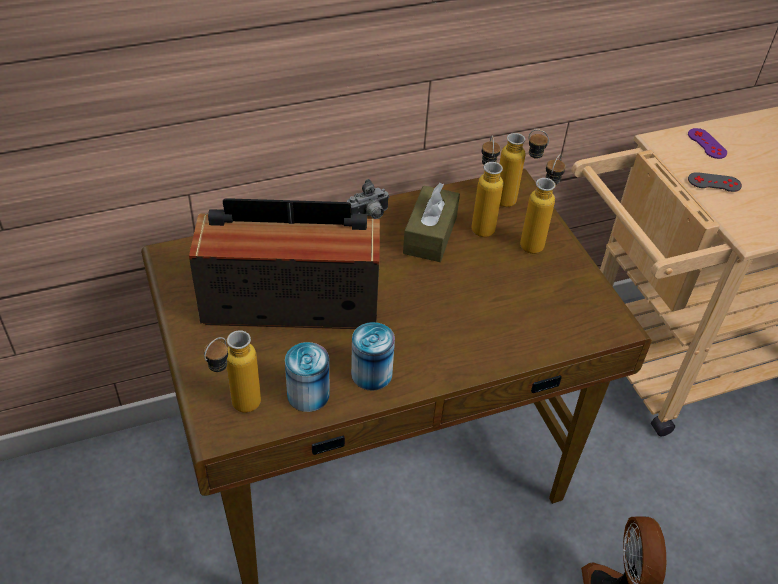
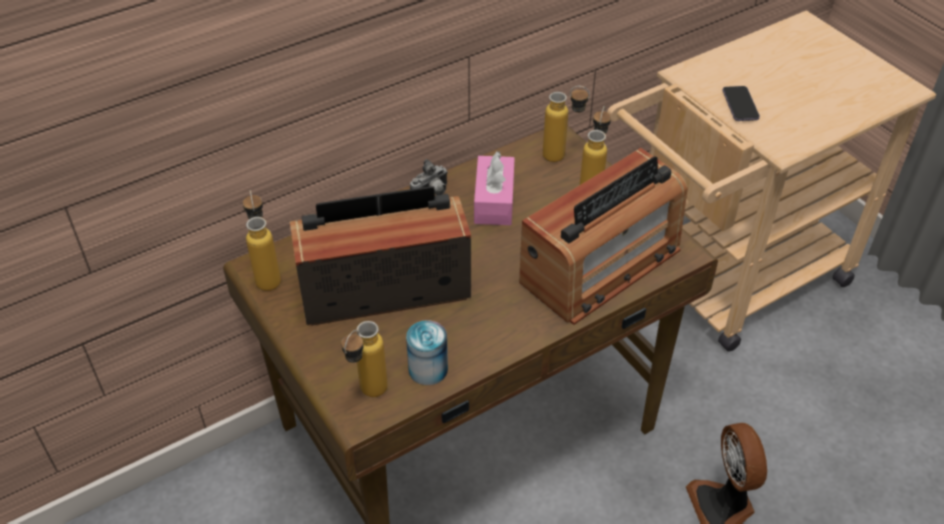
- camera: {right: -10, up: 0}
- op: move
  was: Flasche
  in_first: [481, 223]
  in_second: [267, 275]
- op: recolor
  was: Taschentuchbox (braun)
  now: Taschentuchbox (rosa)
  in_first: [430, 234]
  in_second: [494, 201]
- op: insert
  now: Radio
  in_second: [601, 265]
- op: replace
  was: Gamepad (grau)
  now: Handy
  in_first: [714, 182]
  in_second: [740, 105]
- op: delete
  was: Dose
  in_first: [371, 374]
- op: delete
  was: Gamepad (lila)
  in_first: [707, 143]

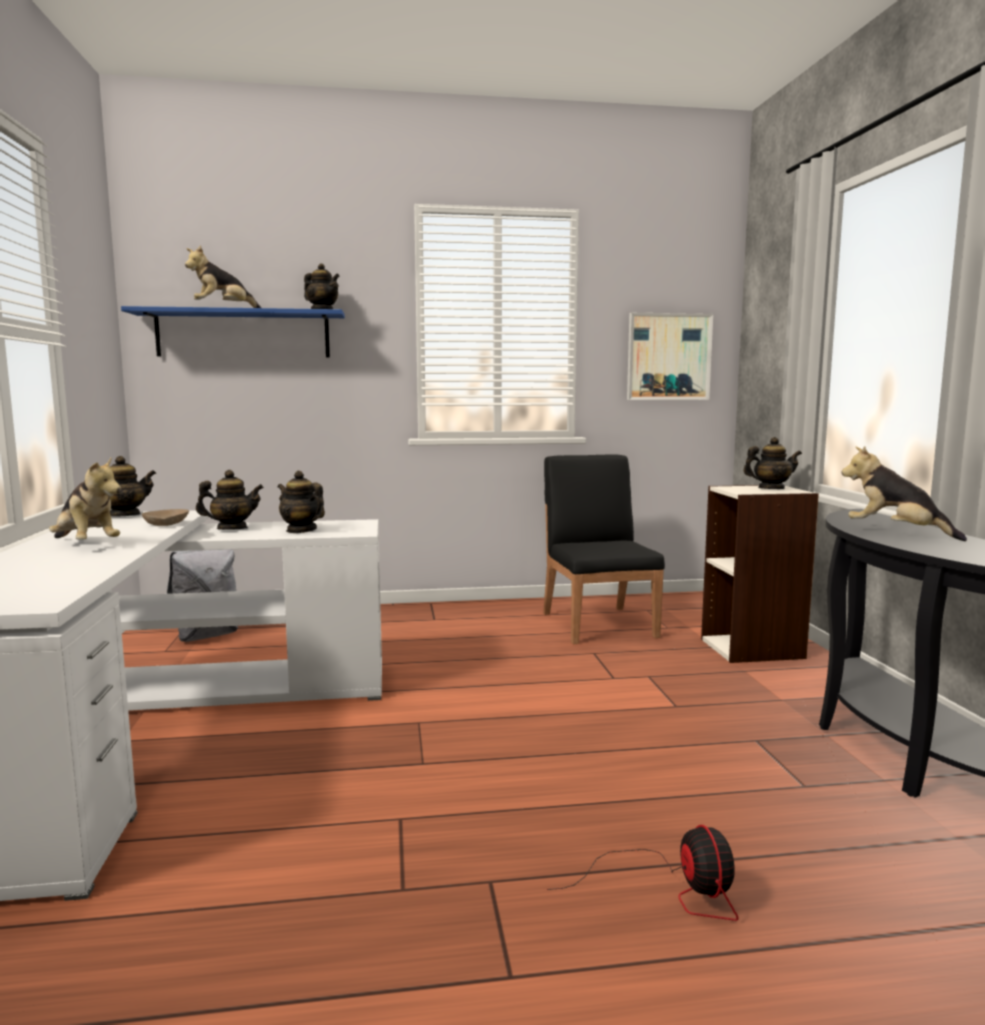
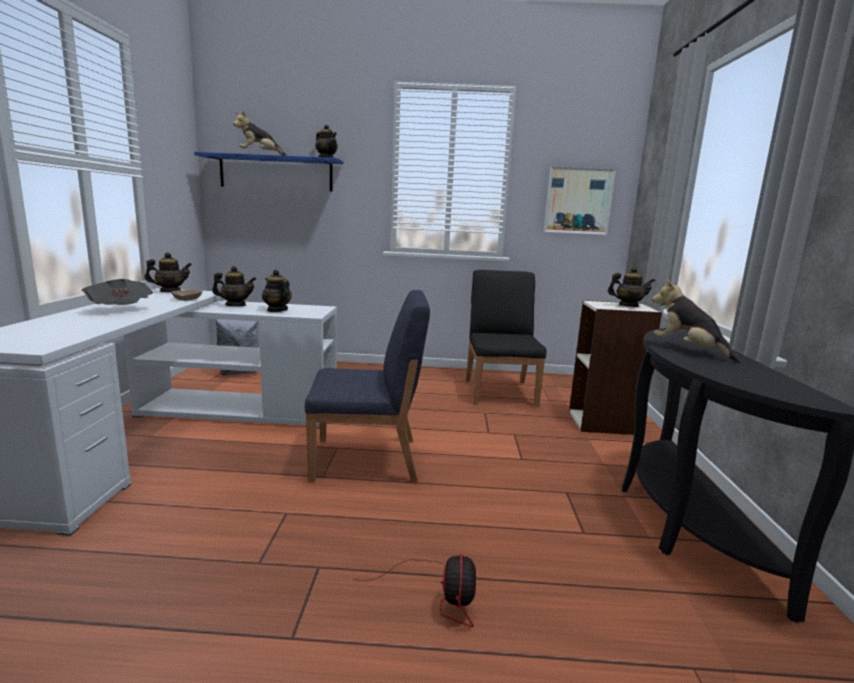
- camera: {right: 10, up: 5}
- op: replace
  was: Plüschtier
  now: Zeitung
  in_first: [86, 545]
  in_second: [121, 310]
- op: insert
  now: Stuhl (blau)
  in_second: [367, 460]

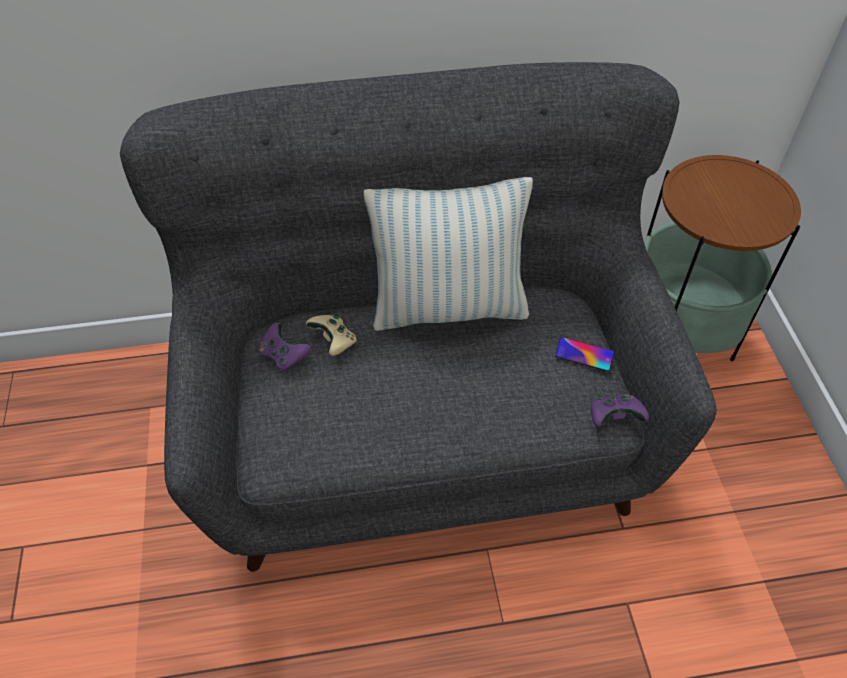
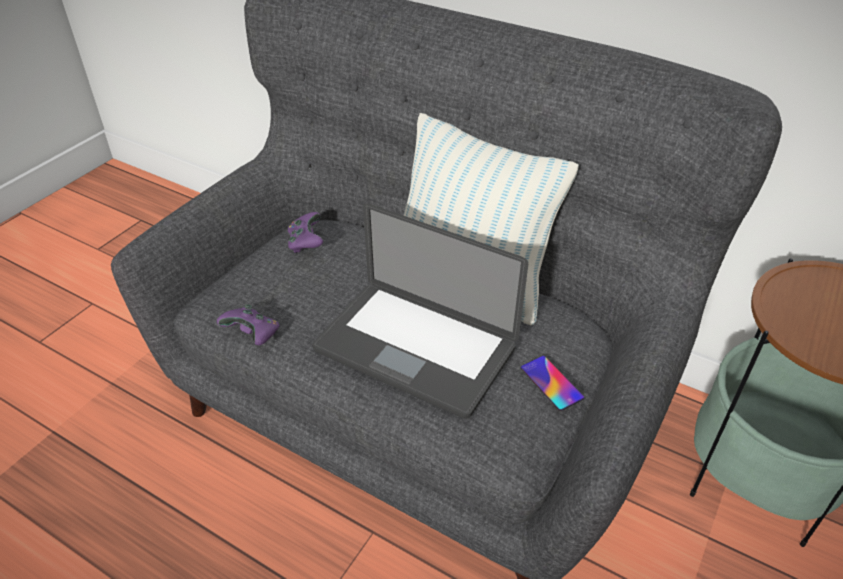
- camera: {right: 40, up: -10}
- op: move
  was: Gamepad (lila)
  in_first: [614, 417]
  in_second: [253, 335]
- op: insert
  now: Laptop
  in_second: [415, 349]
- op: delete
  was: Gamepad (beige)
  in_first: [334, 341]

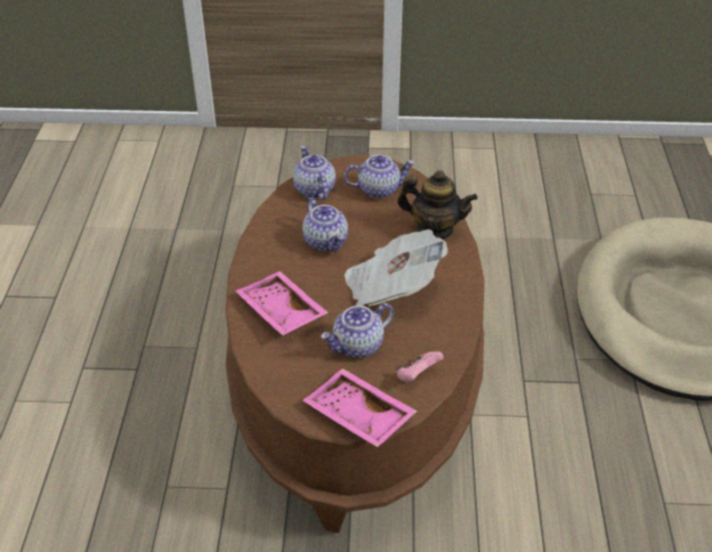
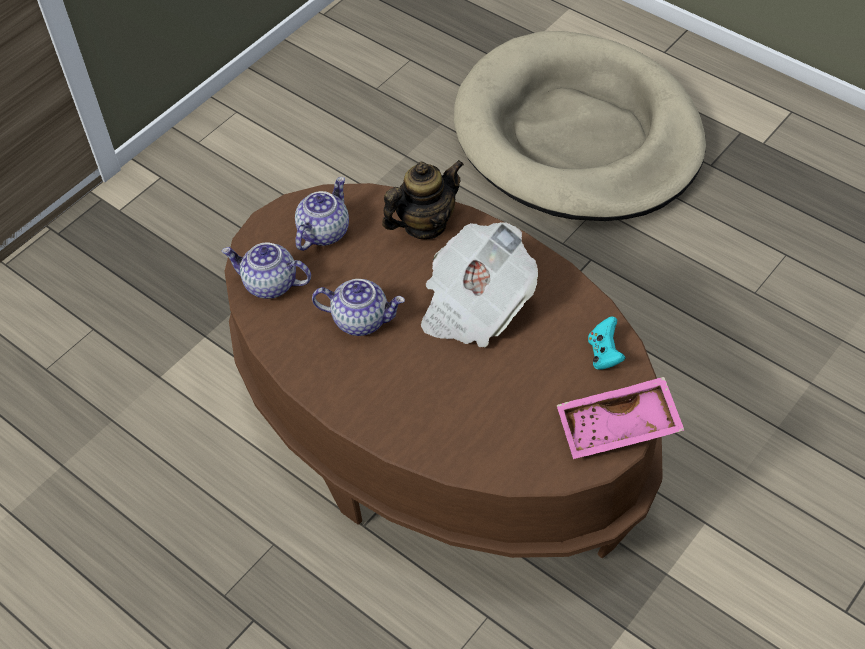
- camera: {right: -50, up: 10}
- op: recolor
  was: Gamepad (rosa)
  now: Gamepad (türkis)
  in_first: [417, 375]
  in_second: [604, 354]
- op: delete
  was: Tablett (rosa)
  in_first: [280, 312]
- op: delete
  was: Teekanne
  in_first: [358, 346]

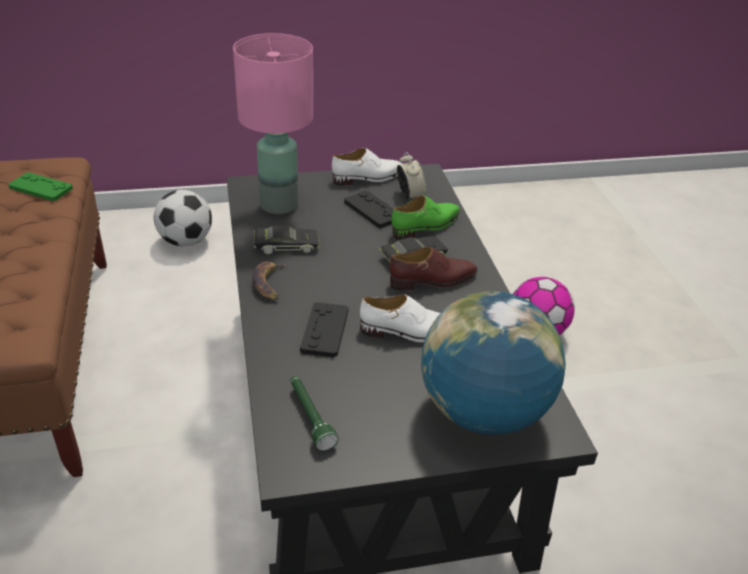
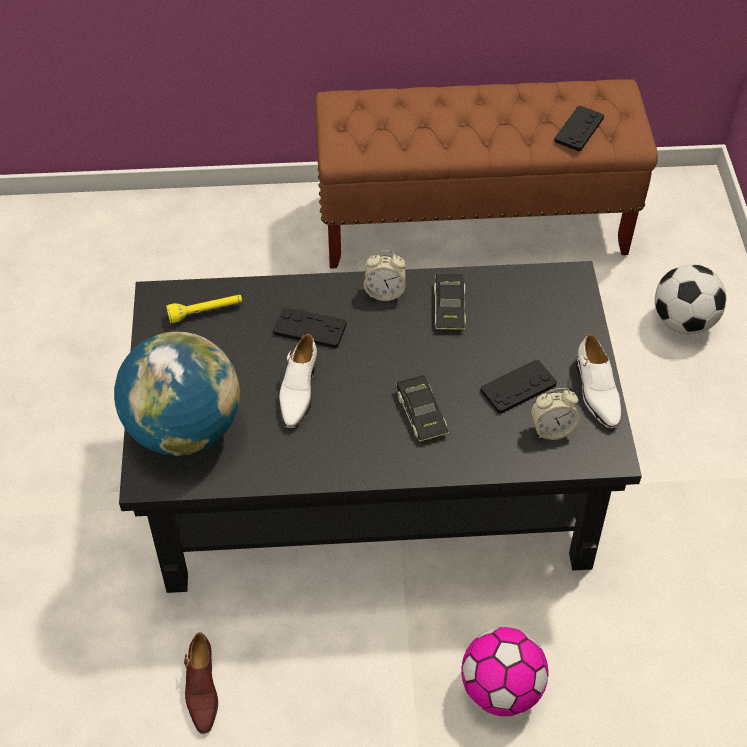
- camera: {right: 100, up: 15}
- op: recolor
  was: Taschenlampe (grün)
  now: Taschenlampe (gelb)
  in_first: [310, 417]
  in_second: [206, 312]
- op: move
  was: Schuh (braun)
  in_first: [433, 280]
  in_second: [202, 690]
- op: replace
  was: Banane
  now: Wecker
  in_first: [270, 284]
  in_second: [384, 292]
- op: recolor
  was: Gamepad (grün)
  now: Gamepad (schwarz)
  in_first: [41, 188]
  in_second: [579, 129]
- op: delete
  was: Tischlampe (rosa)
  in_first: [278, 204]
- op: delete
  was: Schuh (grün)
  in_first: [426, 226]

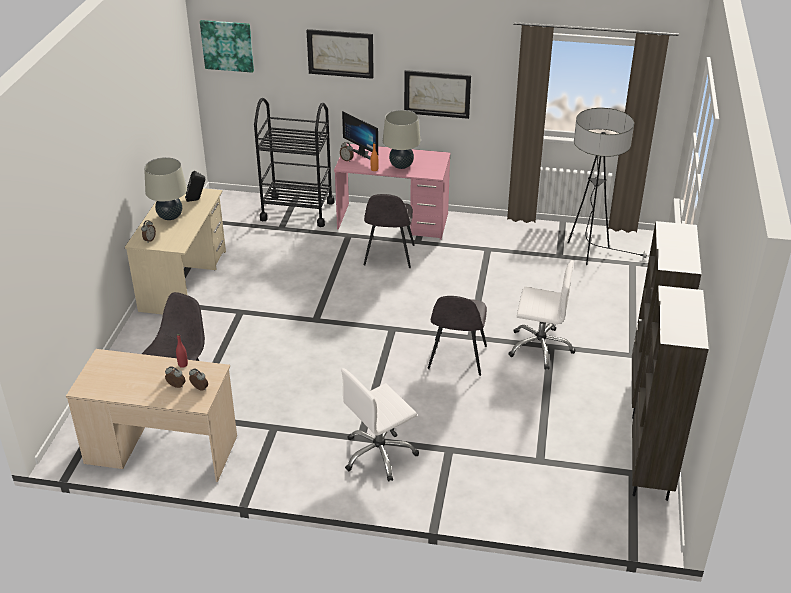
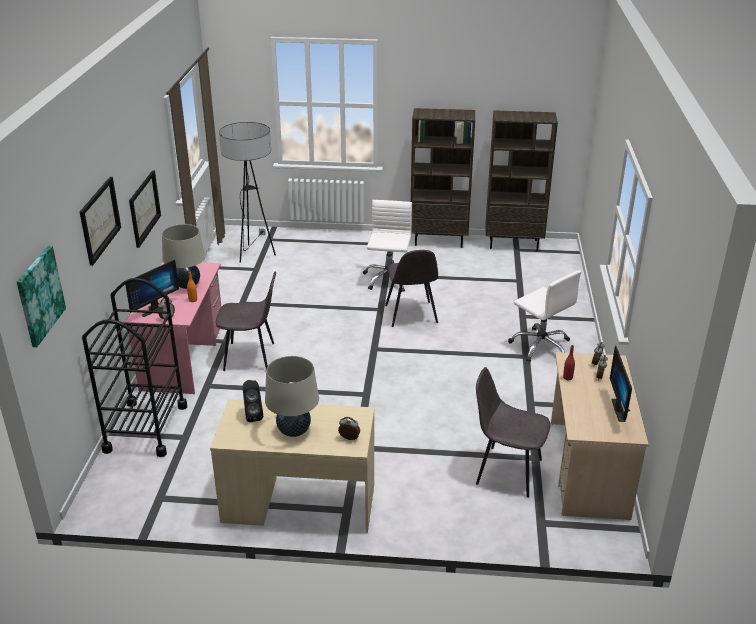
- camera: {right: -95, up: -5}
- op: rotate
  was: Stuhl (grau)
  in_first: [457, 358]
  in_second: [411, 315]
  clockwise: 75
- op: insert
  now: Monitor
  in_second: [622, 410]

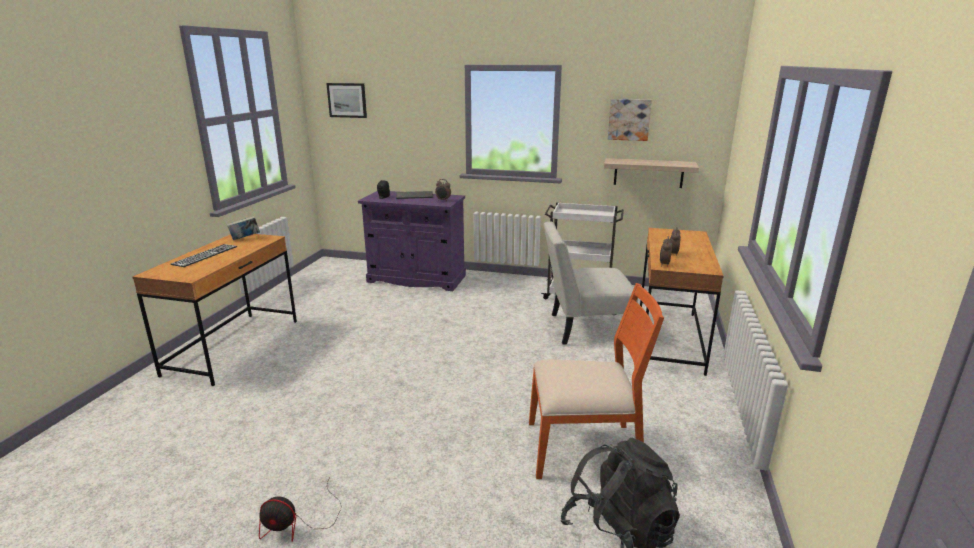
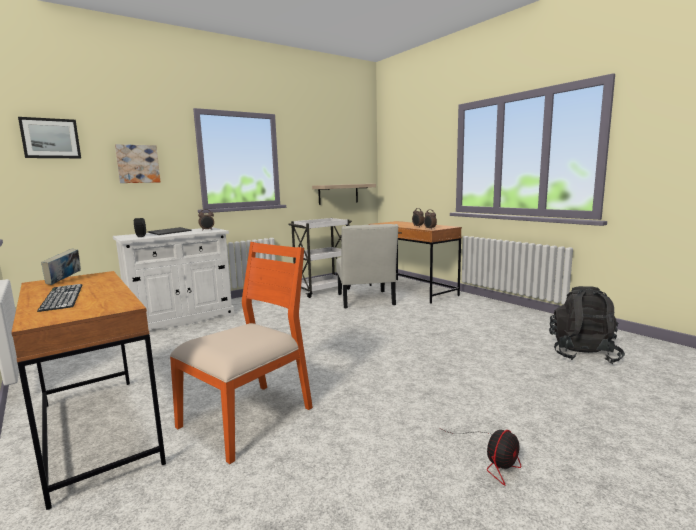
- camera: {right: -50, up: -10}
- op: recolor
  was: Schrank (lila)
  now: Schrank (weiß)
  in_first: [416, 279]
  in_second: [181, 319]
- op: move
  was: Bild
  in_first: [629, 119]
  in_second: [137, 164]
- op: move
  was: Stuhl (orange)
  in_first: [584, 448]
  in_second: [249, 417]
- op: rotate
  was: Stuhl (weiß)
  in_first: [584, 328]
  in_second: [365, 300]
  clockwise: -45

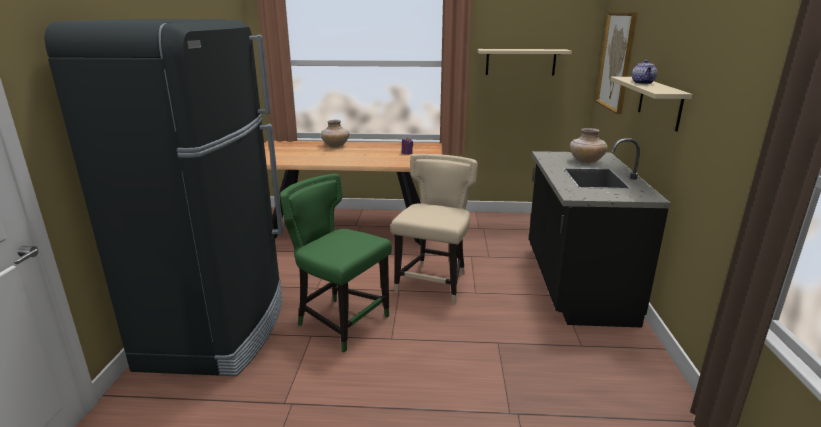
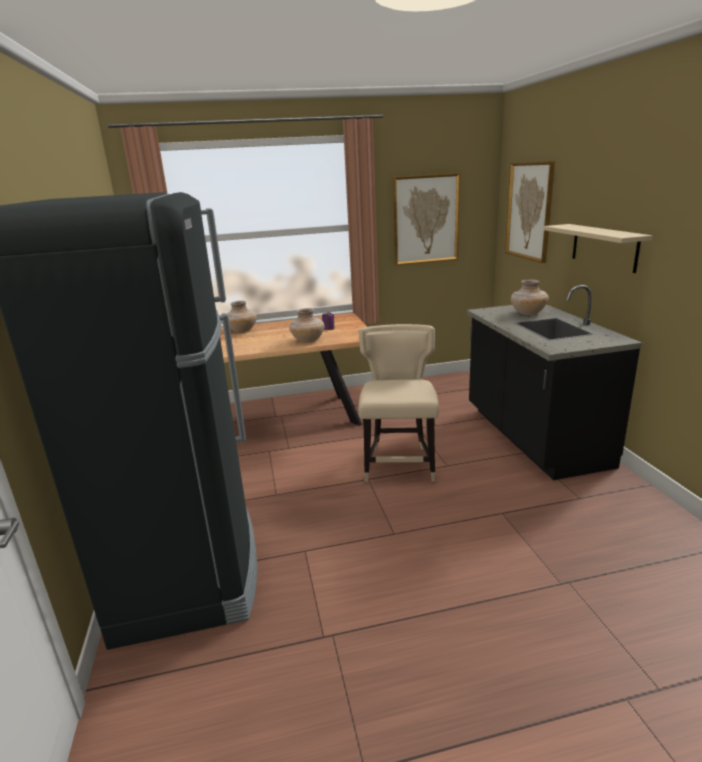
- camera: {right: -15, up: 0}
- op: insert
  now: Vase (beige)
  in_second: [308, 341]
- op: replace
  was: Wandregal (beige)
  now: Bild
  in_first: [520, 62]
  in_second: [426, 219]
- op: delete
  was: Stuhl (grün)
  in_first: [340, 322]
- op: delete
  was: Teekanne
  in_first: [643, 83]

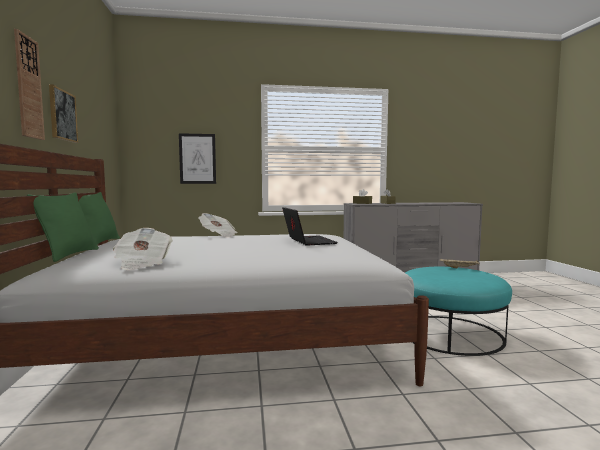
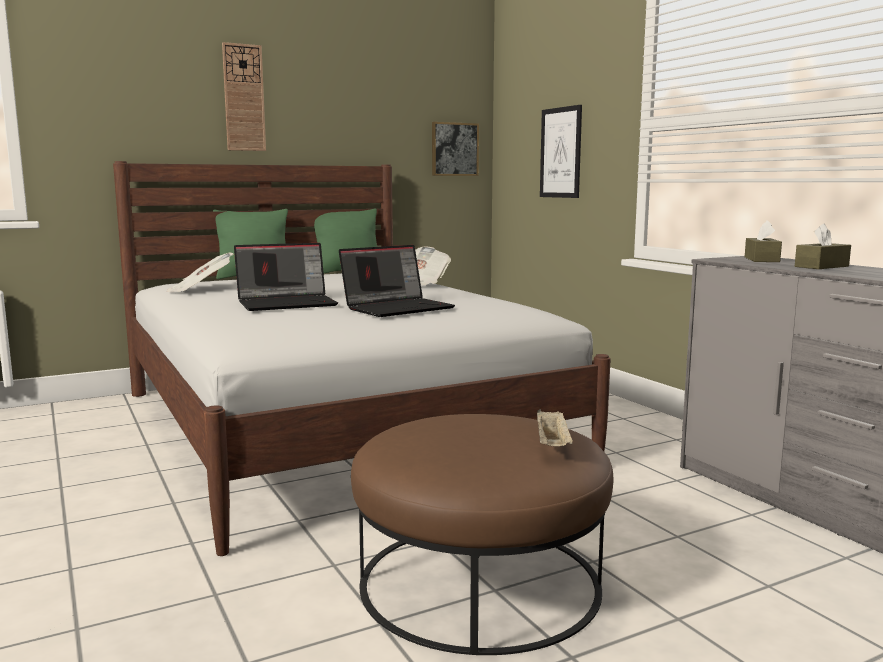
- camera: {right: 70, up: 5}
- op: insert
  now: Laptop
  in_second: [288, 303]
- op: recolor
  was: Polsterhocker (türkis)
  now: Polsterhocker (braun)
  in_first: [450, 333]
  in_second: [480, 582]
- op: move
  was: Bild
  in_first: [62, 115]
  in_second: [454, 149]

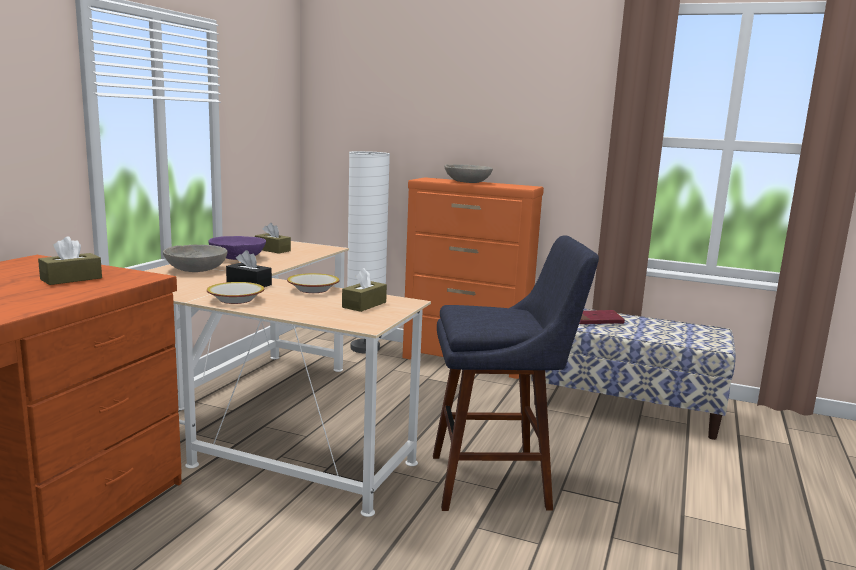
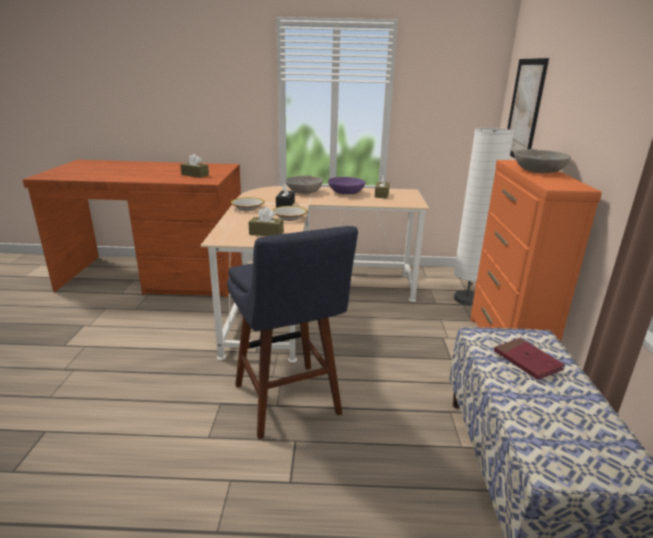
- camera: {right: 70, up: 10}
- op: insert
  now: Bild
  in_second: [524, 110]

